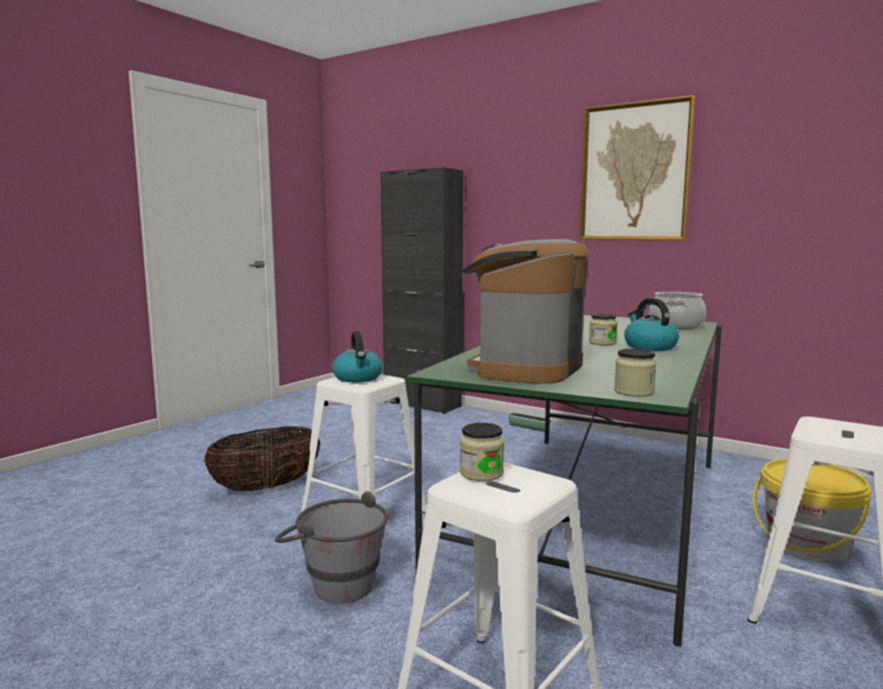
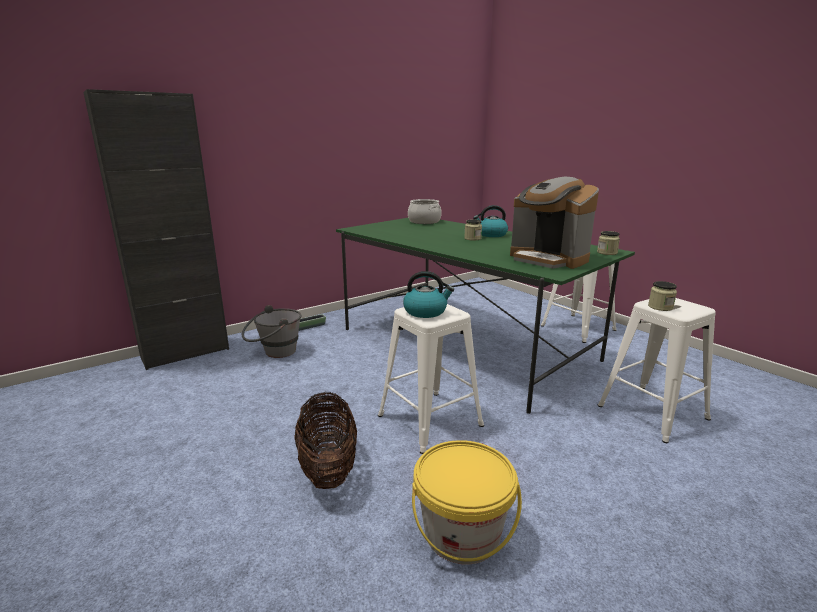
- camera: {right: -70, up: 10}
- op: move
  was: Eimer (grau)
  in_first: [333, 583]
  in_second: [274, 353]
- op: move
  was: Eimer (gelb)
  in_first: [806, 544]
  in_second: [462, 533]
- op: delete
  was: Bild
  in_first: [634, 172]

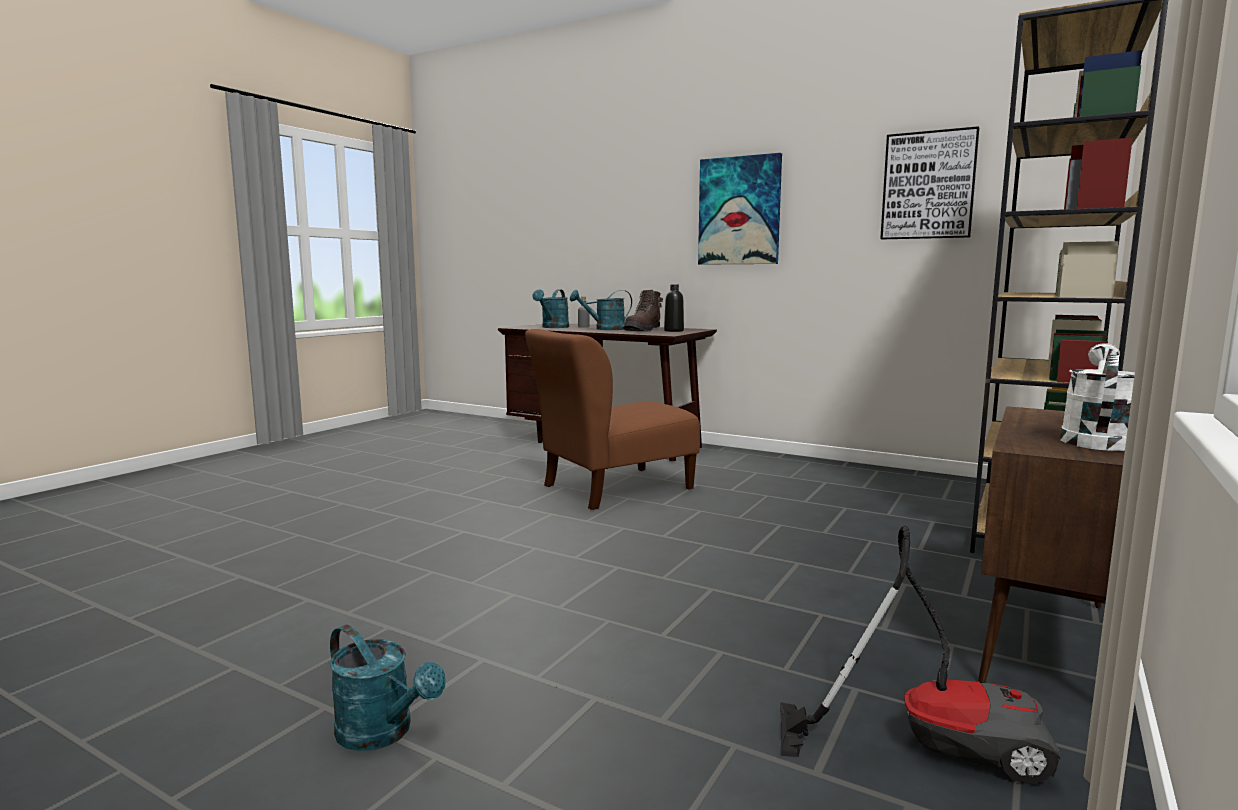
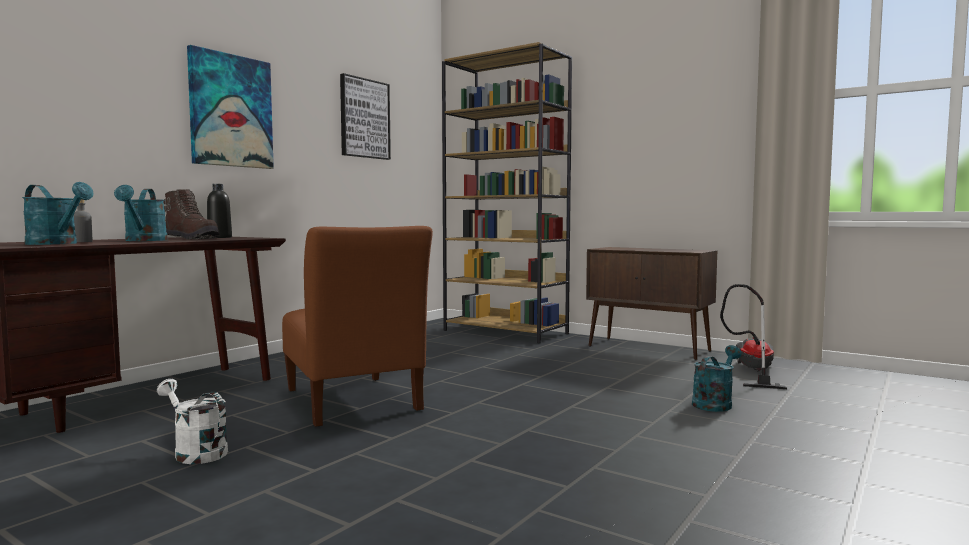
- camera: {right: -85, up: -5}
- op: move
  was: Gießkanne (weiß)
  in_first: [1096, 439]
  in_second: [195, 452]
- op: move
  was: Gießkanne (türkis)
  in_first: [383, 733]
  in_second: [714, 403]

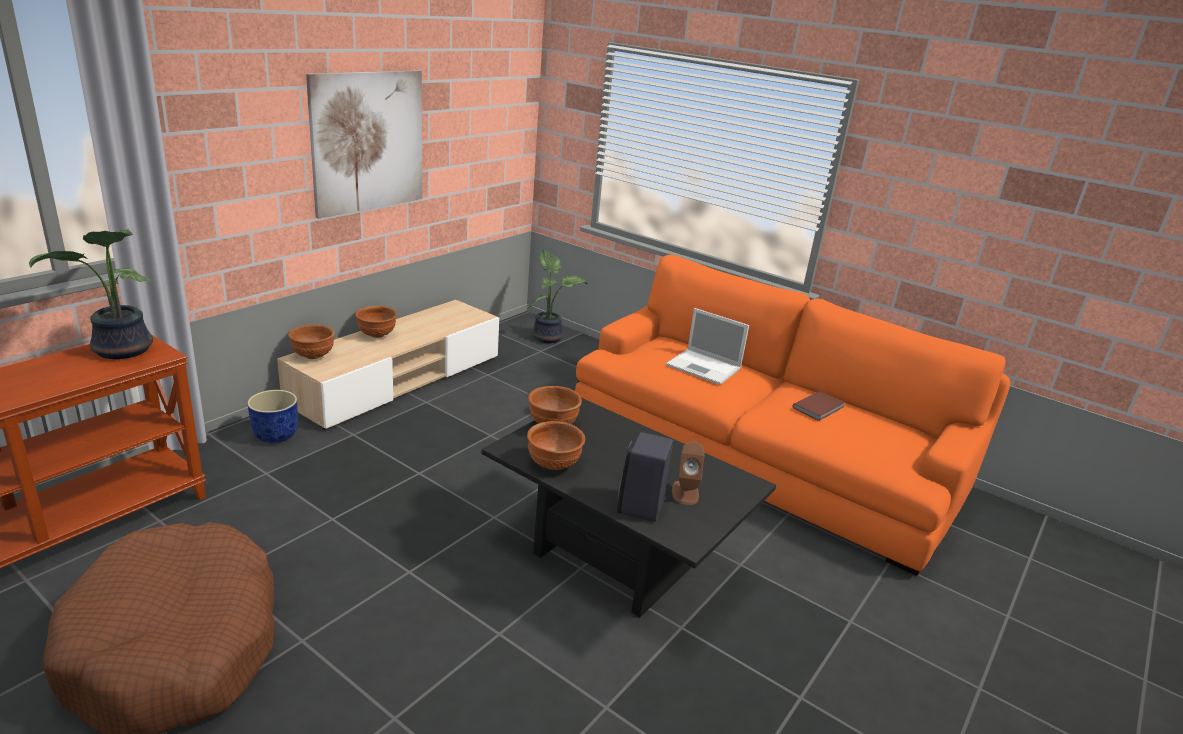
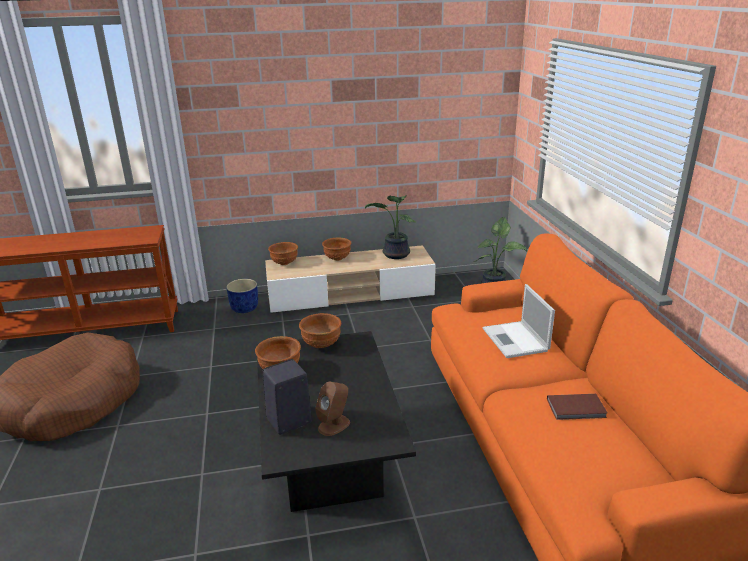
- camera: {right: 45, up: 0}
- op: move
  was: Topfpflanze
  in_first: [121, 351]
  in_second: [395, 255]
- op: delete
  was: Bild
  in_first: [368, 142]

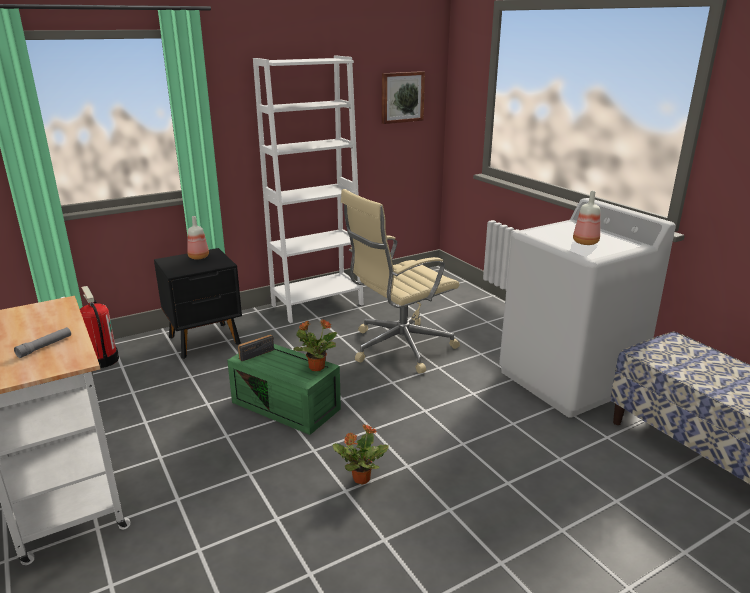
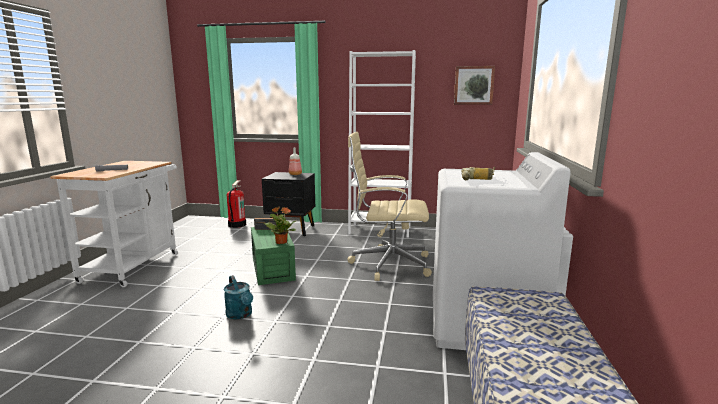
- camera: {right: 40, up: -10}
- op: replace
  was: Topfpflanze
  now: Gießkanne (türkis)
  in_first: [360, 479]
  in_second: [240, 315]
- op: replace
  was: Flasche
  now: Bohrmaschine
  in_first: [586, 242]
  in_second: [478, 179]

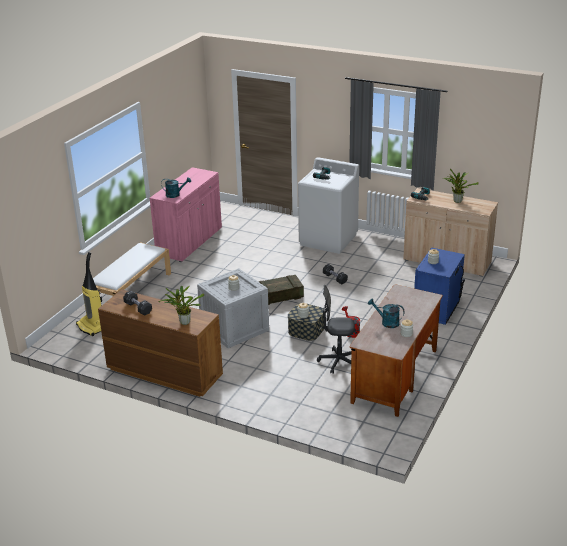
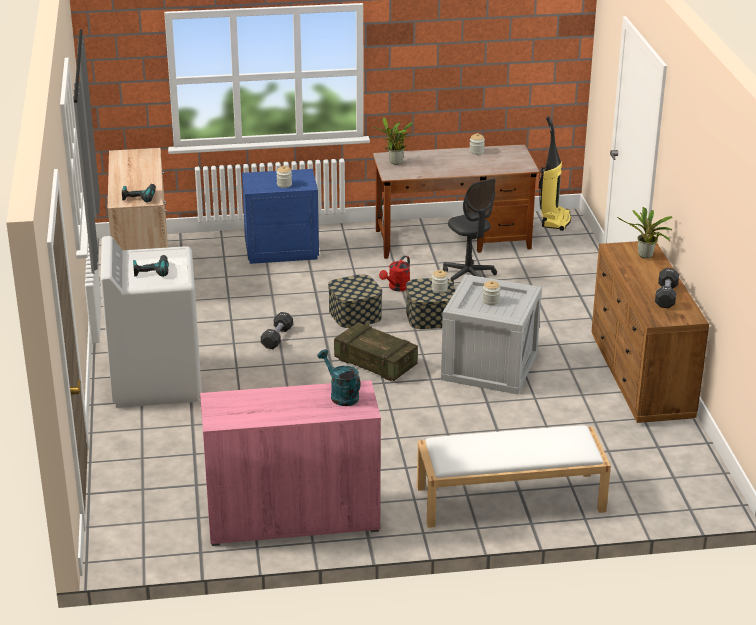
- camera: {right: -125, up: 0}
- op: insert
  now: Aufbewahrungsbox
  in_second: [355, 314]
- op: move
  was: Topfpflanze
  in_first: [457, 201]
  in_second: [394, 163]
- op: move
  was: Staubsauger
  in_first: [91, 327]
  in_second: [554, 220]
- op: delete
  was: Gießkanne (türkis)
  in_first: [387, 322]

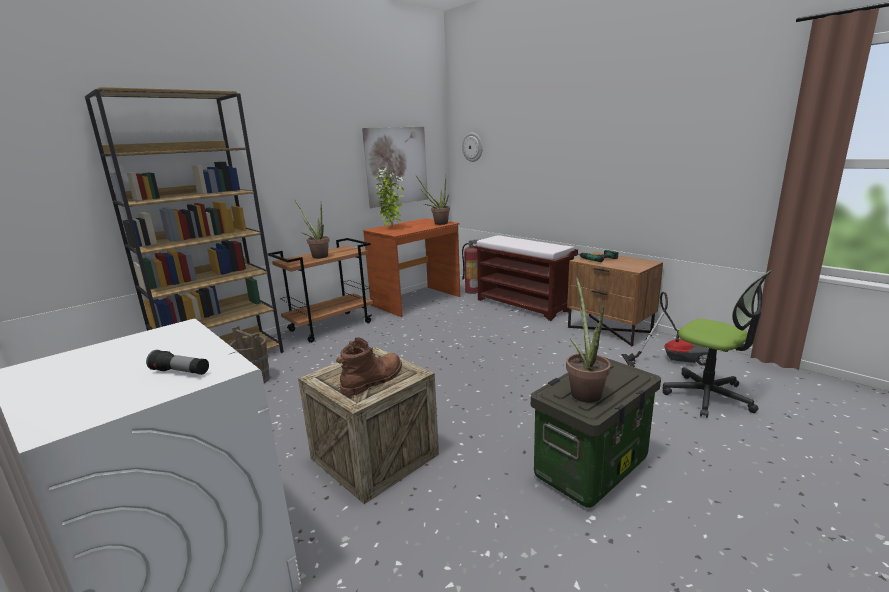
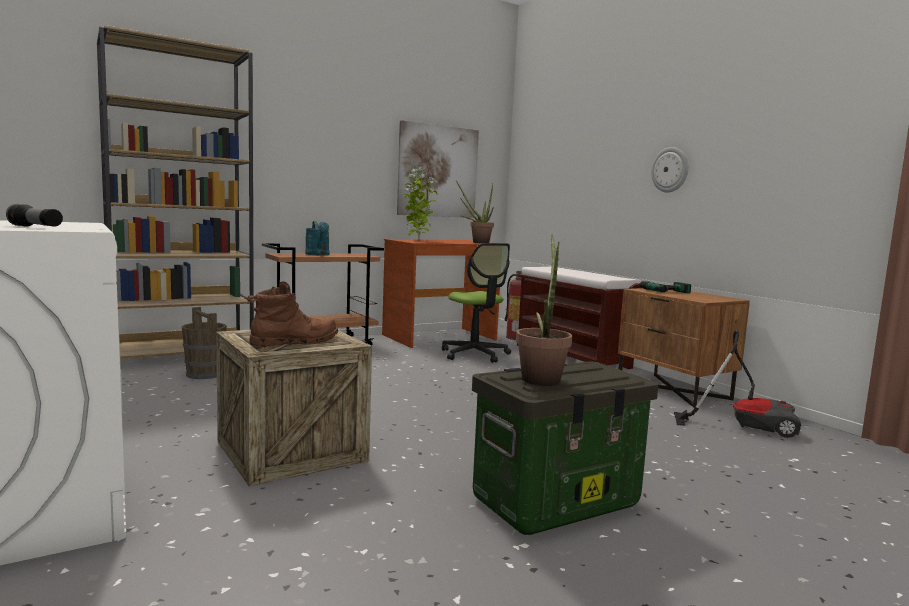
- camera: {right: 10, up: -10}
- op: replace
  was: Topfpflanze
  now: Gießkanne (türkis)
  in_first: [317, 256]
  in_second: [318, 254]
- op: move
  was: Bürostuhl
  in_first: [708, 396]
  in_second: [475, 354]
- op: move
  was: Wanduhr
  in_first: [472, 147]
  in_second: [670, 170]

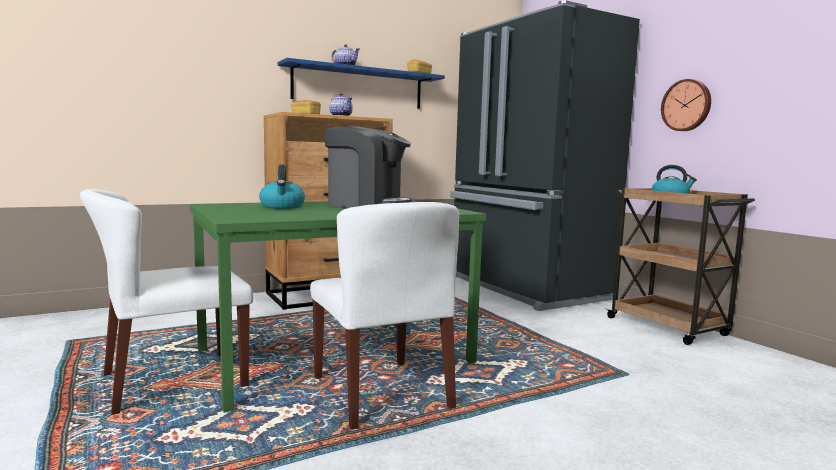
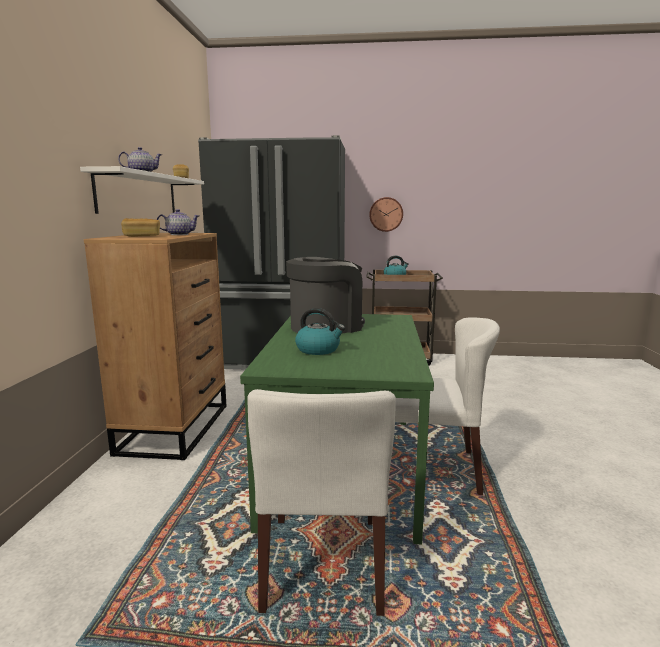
- camera: {right: -55, up: 5}
- op: recolor
  was: Wandregal (blau)
  now: Wandregal (weiß)
  in_first: [359, 87]
  in_second: [139, 194]

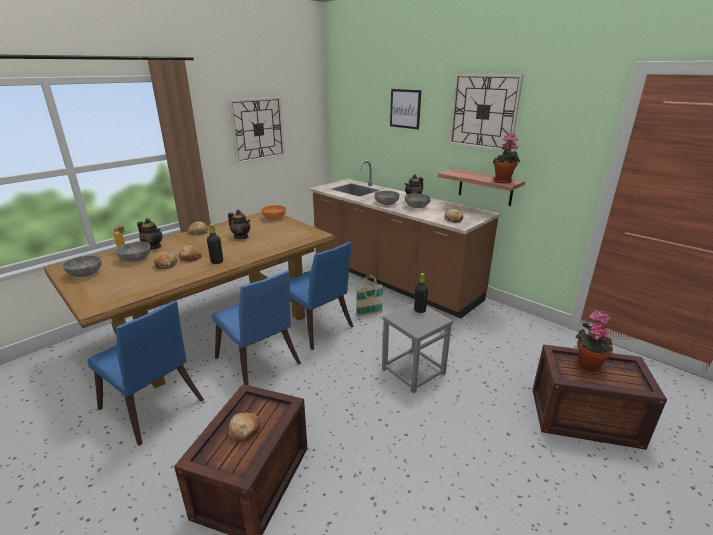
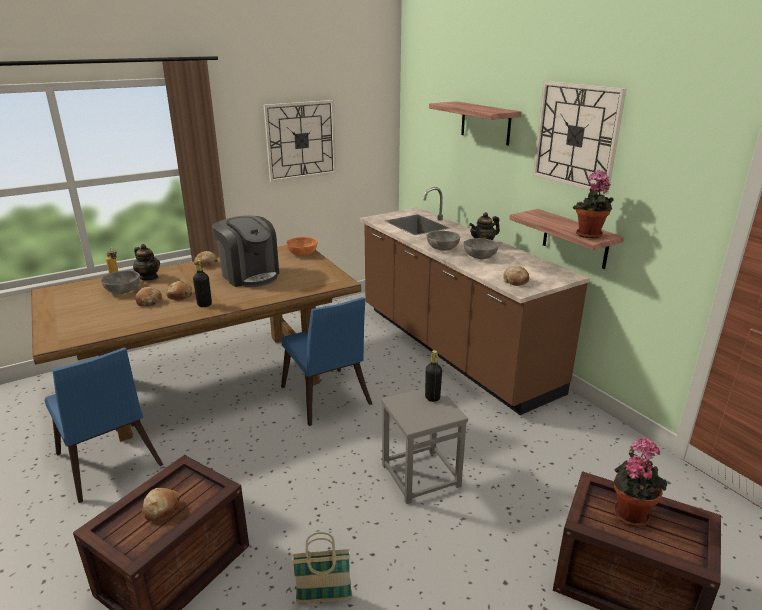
- camera: {right: 15, up: 0}
- op: replace
  was: Teekanne
  now: Kaffeemaschine
  in_first: [241, 237]
  in_second: [249, 275]
- op: move
  was: Korb
  in_first: [369, 314]
  in_second: [324, 599]
- op: replace
  was: Bild
  now: Wandregal
  in_first: [405, 108]
  in_second: [485, 123]
- op: delete
  was: Schüssel (grau)
  in_first: [85, 274]
- op: delete
  was: Stuhl (blau)
  in_first: [259, 364]

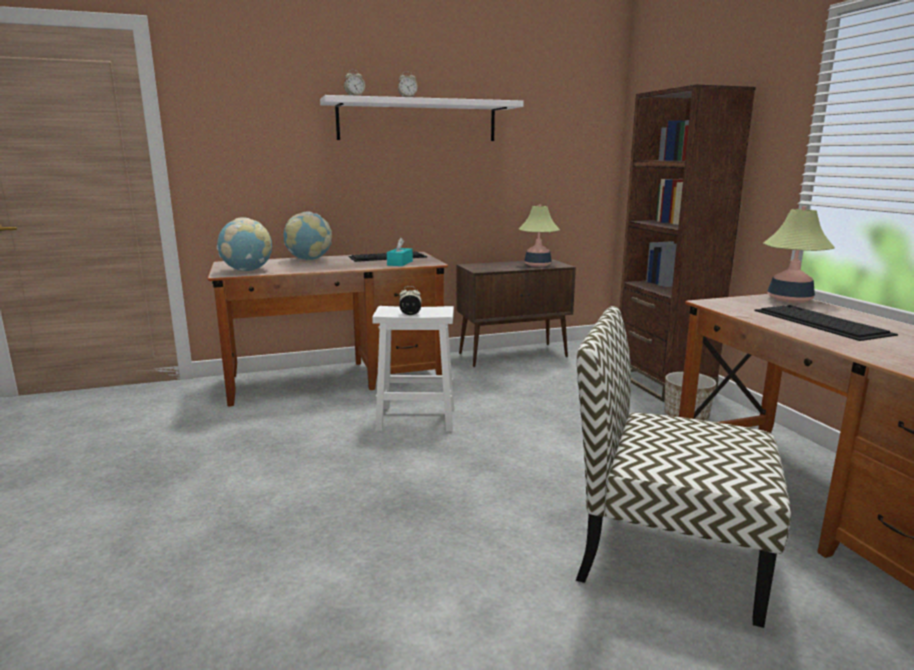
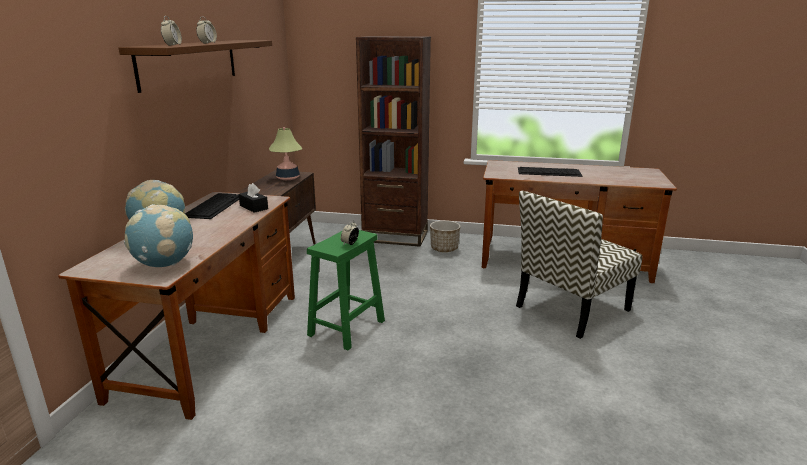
- camera: {right: -60, up: 5}
- op: recolor
  was: Wandregal (weiß)
  now: Wandregal (braun)
  in_first: [418, 121]
  in_second: [189, 63]
- op: recolor
  was: Taschentuchbox (türkis)
  now: Taschentuchbox (schwarz)
  in_first: [400, 263]
  in_second: [253, 207]
- op: recolor
  was: Hocker (weiß)
  now: Hocker (grün)
  in_first: [414, 418]
  in_second: [346, 328]
- op: delete
  was: Tischlampe
  in_first: [789, 299]

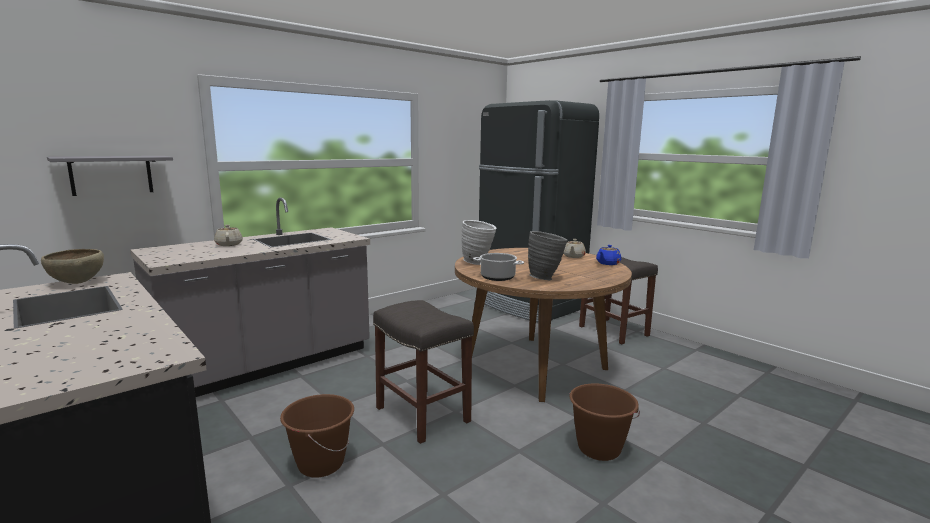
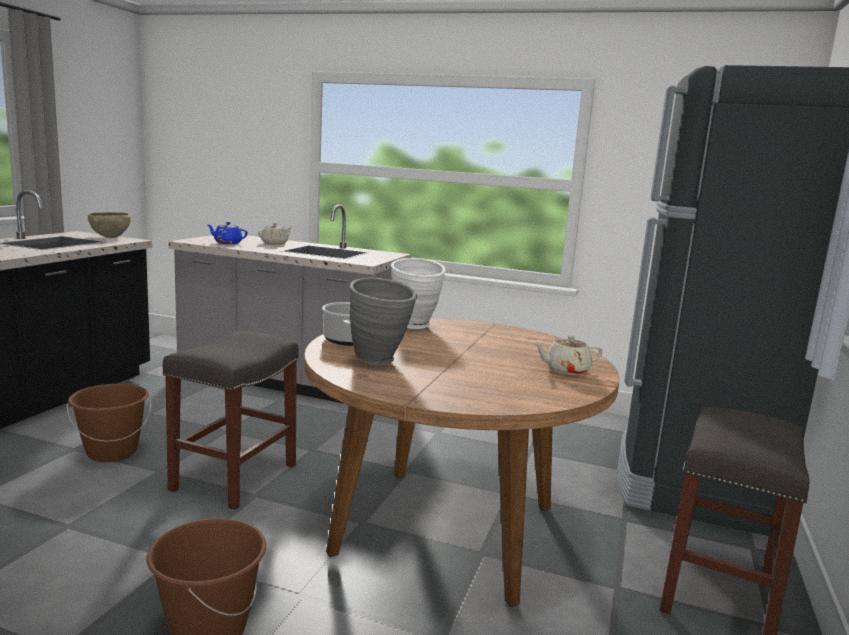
- camera: {right: 60, up: 0}
- op: move
  was: Teekanne (blau)
  in_first: [607, 263]
  in_second: [227, 243]
- op: delete
  was: Wandregal (grau)
  in_first: [111, 175]

